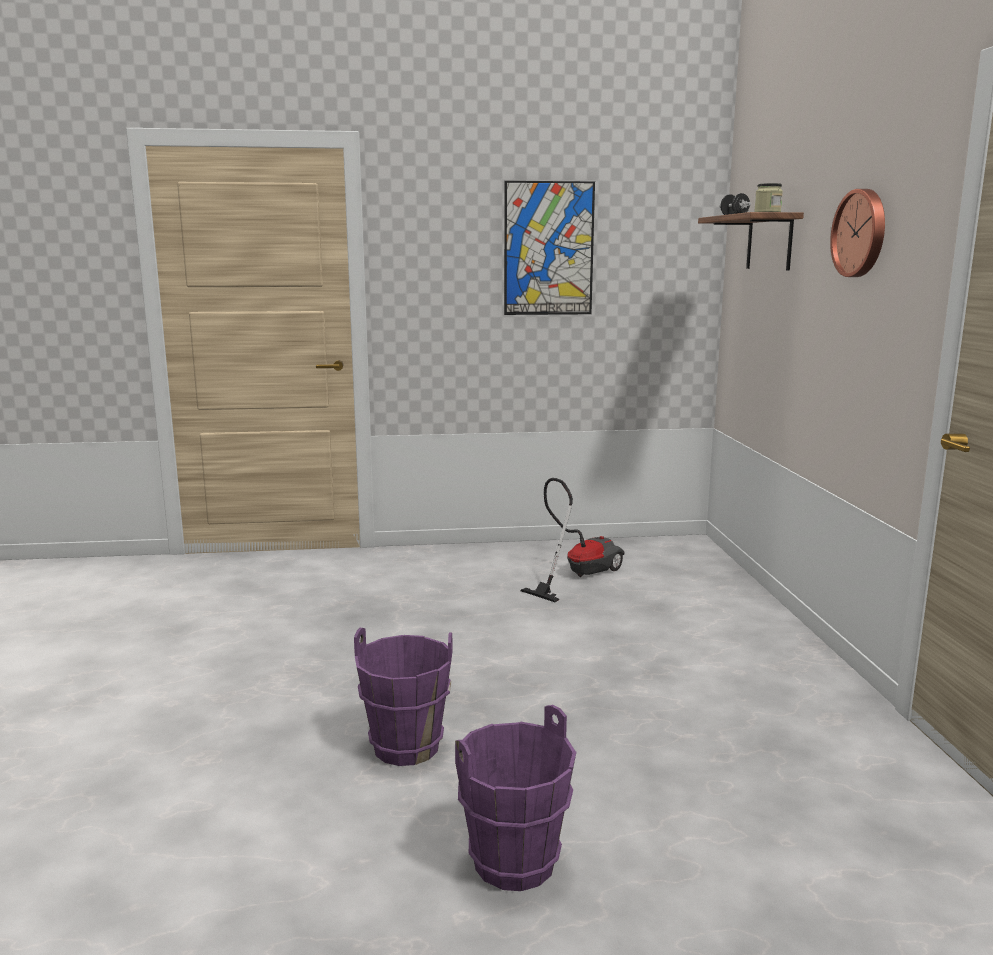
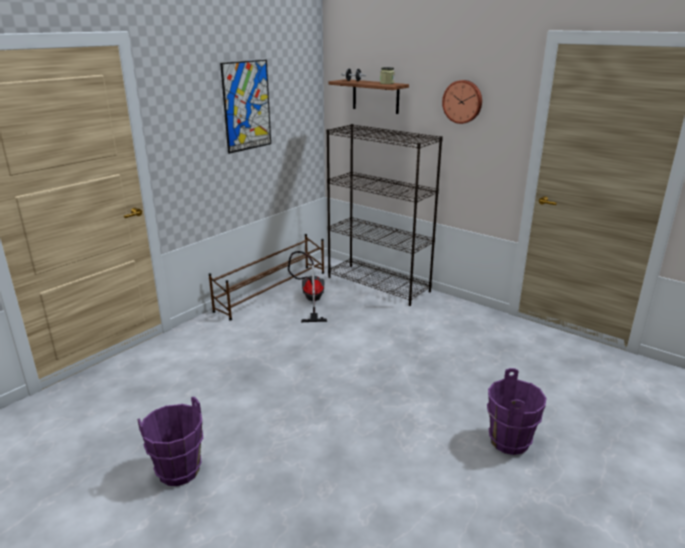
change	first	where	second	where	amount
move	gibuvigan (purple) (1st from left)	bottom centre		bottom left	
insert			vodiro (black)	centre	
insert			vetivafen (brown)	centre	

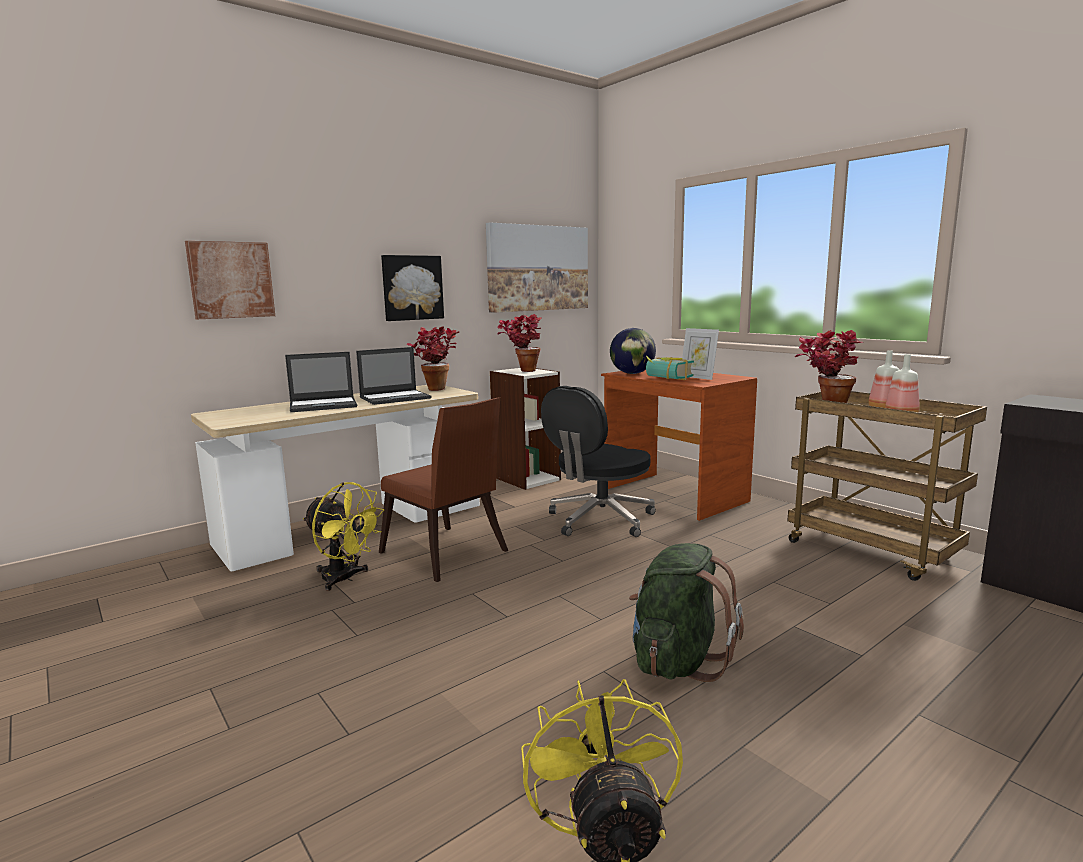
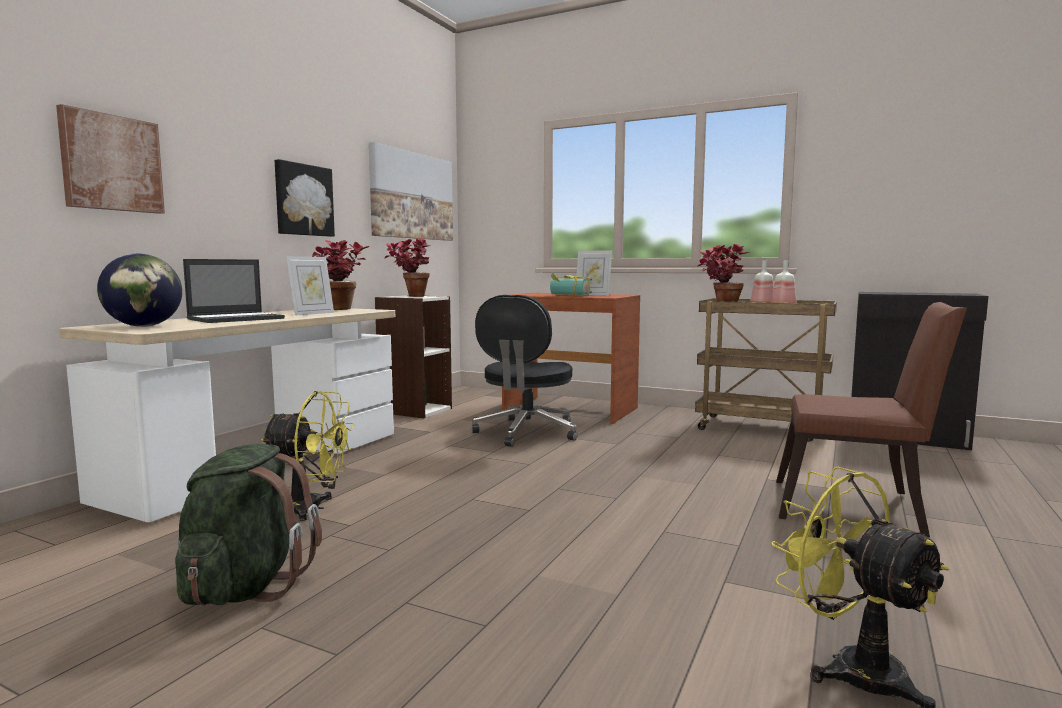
change	first	where	second	where	amount
move	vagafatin	centre		middle left	
replace	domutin (2nd from left)	centre	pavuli (1st from left)	middle left	
move	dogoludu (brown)	centre		middle right	
move	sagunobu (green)	bottom centre		bottom left	

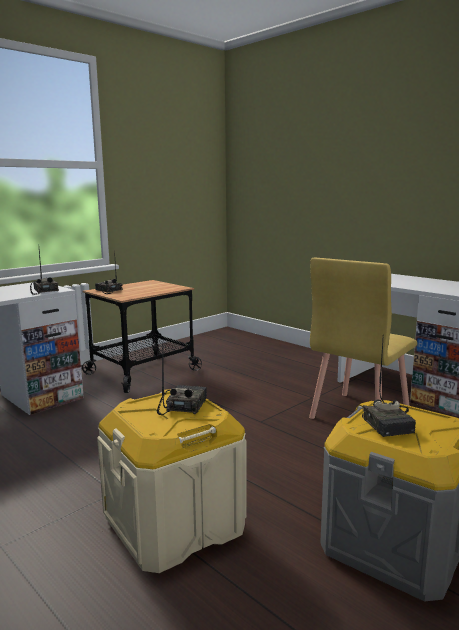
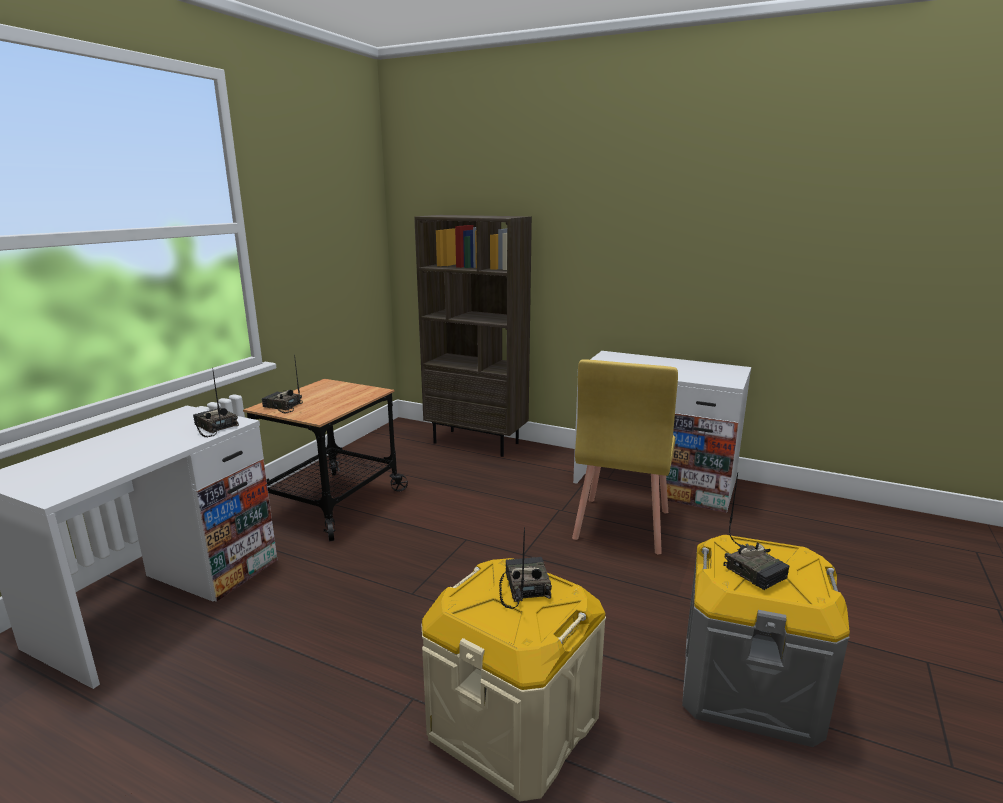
change	first	where	second	where	amount
insert			vodiro (brown)	centre	

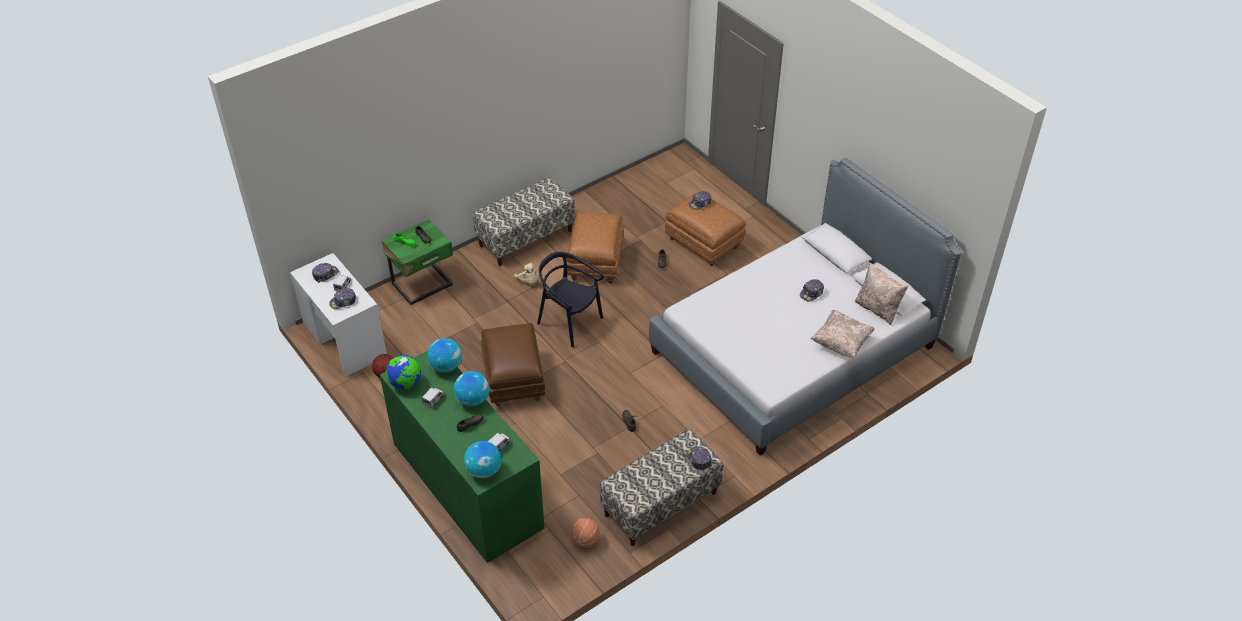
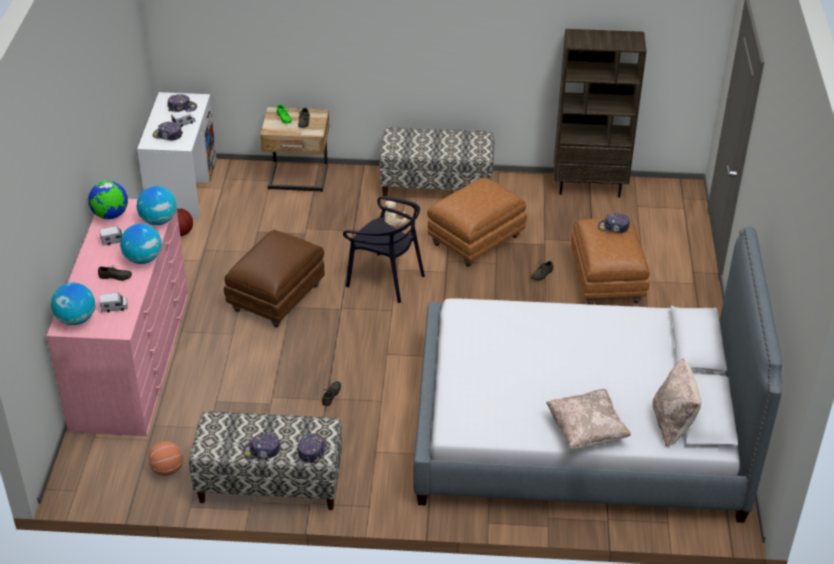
change	first	where	second	where	amount
recolor	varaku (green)	centre	varaku (beige)	top centre	
rotate	dogoludu (black)	centre		centre	135 degrees clockwise
move	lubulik (5th from left in the first image)	centre	lubulik (3rd from left)	bottom left	
recolor	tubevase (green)	bottom centre	tubevase (pink)	middle left	
insert			vodiro (brown)	top right	

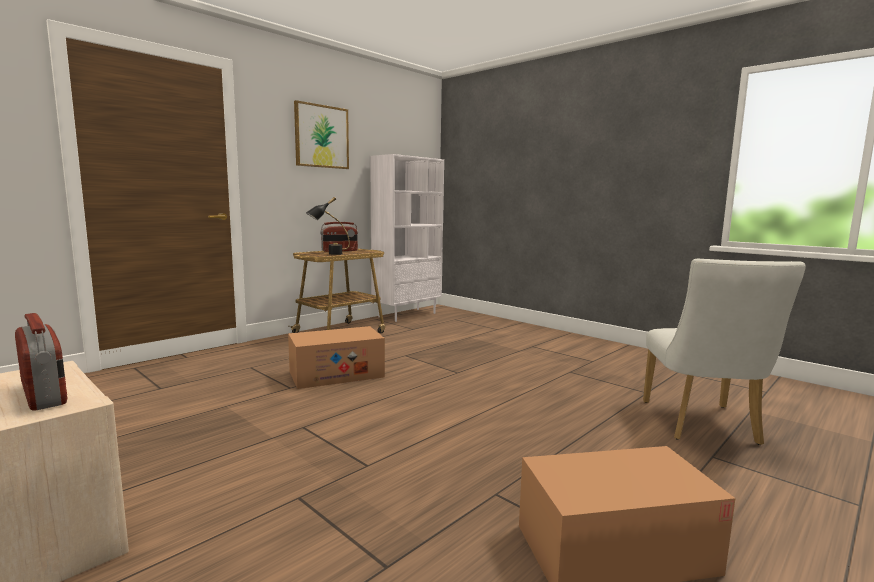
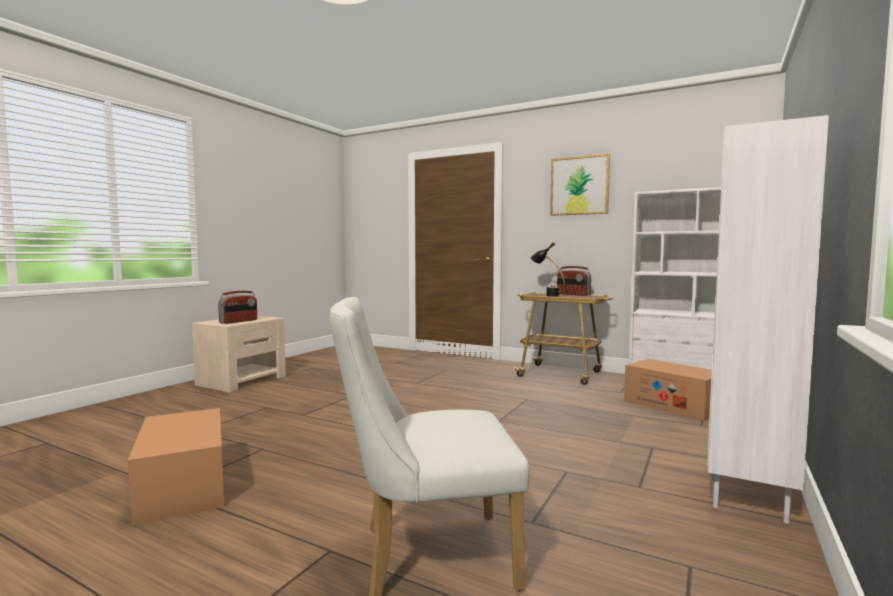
change	first	where	second	where	amount
move	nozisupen (1st from left in the first image)	centre	nozisupen (2nd from left)	middle right	
insert			vodiro (white) (2nd from left)	middle right	

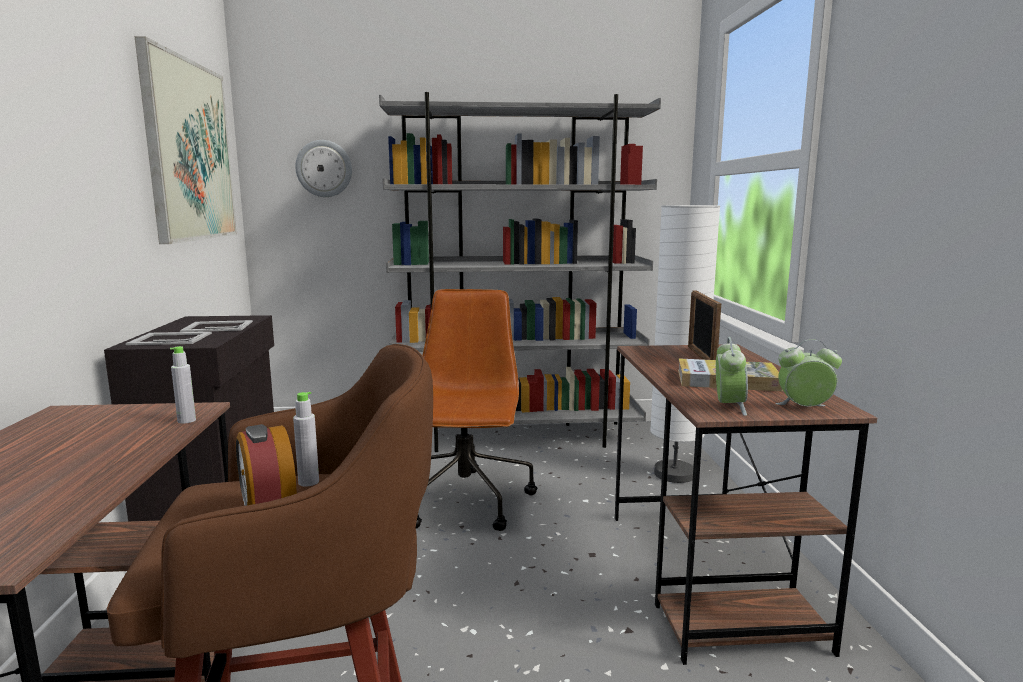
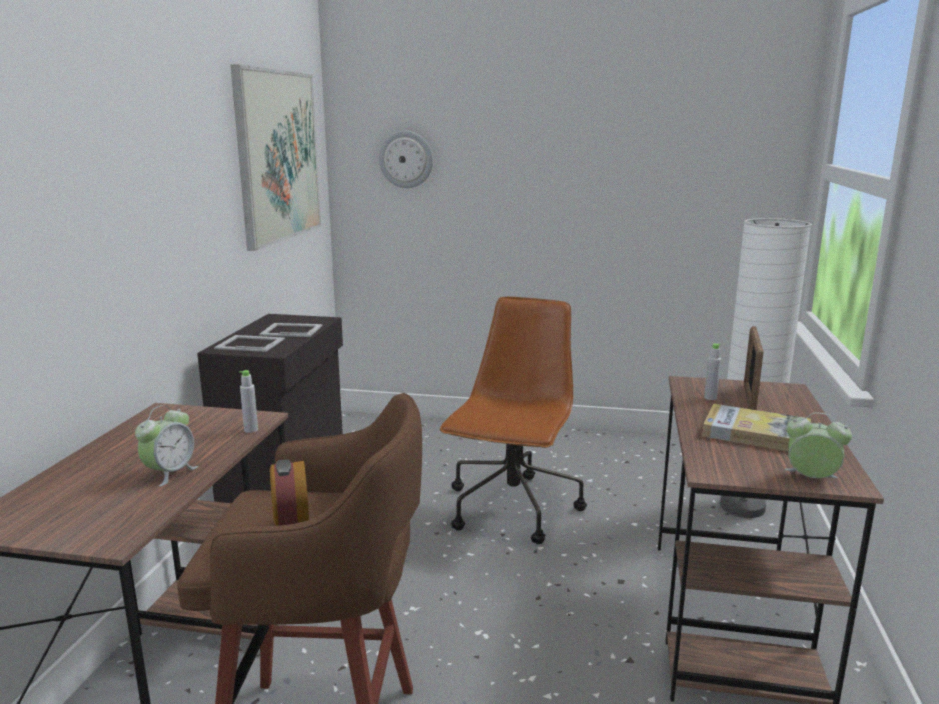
change	first	where	second	where	amount
delete	vodiro (grey)	centre			
move	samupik (2nd from left in the first image)	middle right	samupik (1st from left)	middle left	
move	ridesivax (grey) (2nd from left)	middle left		middle right	

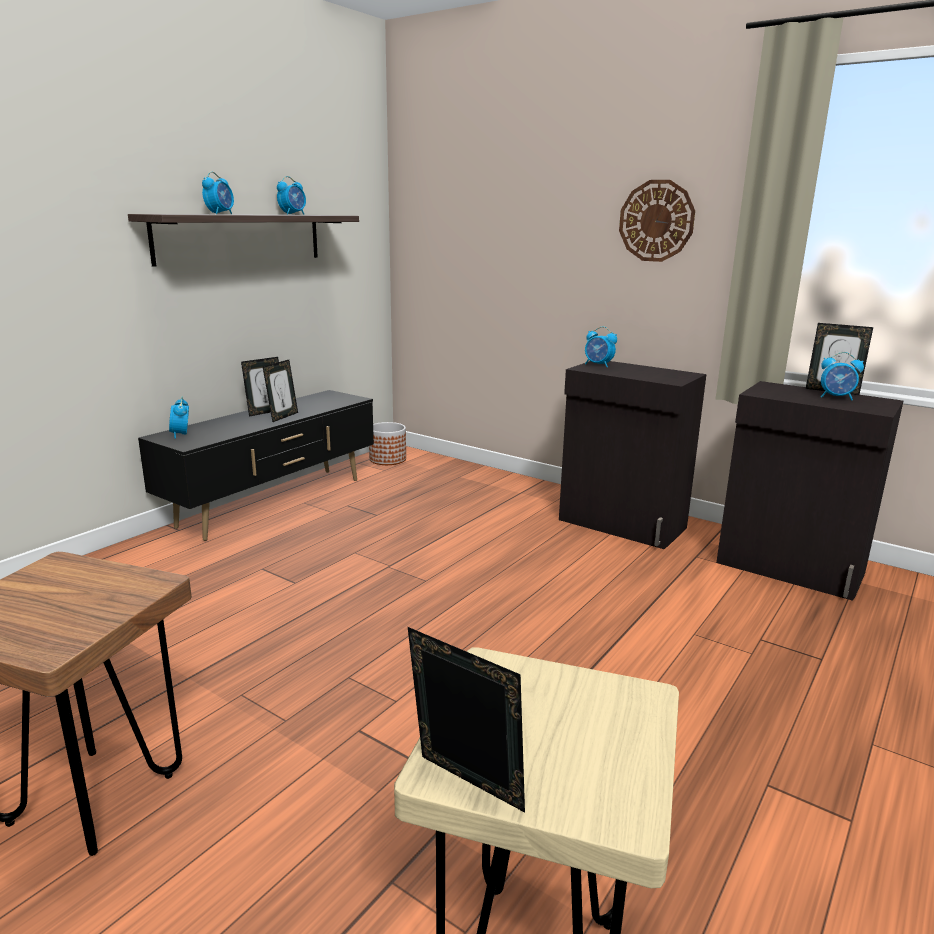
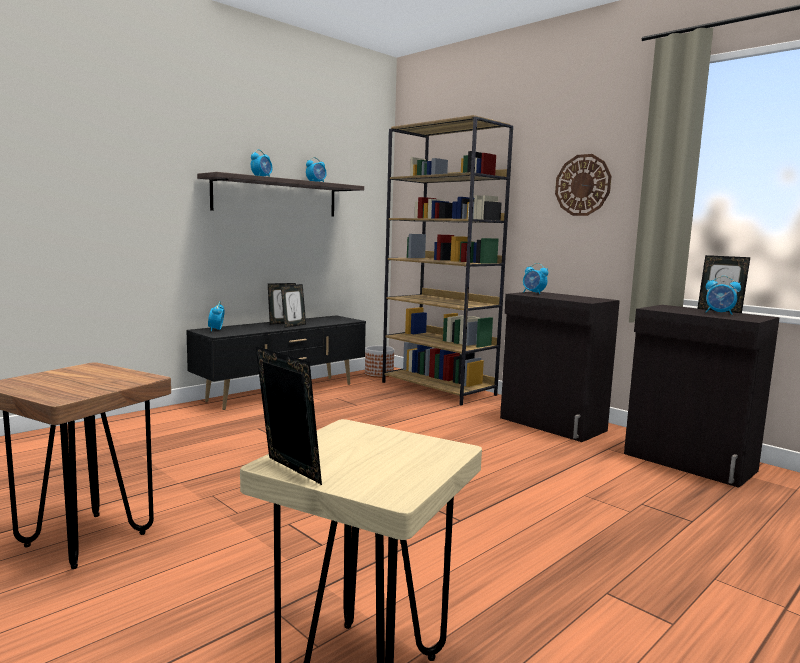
change	first	where	second	where	amount
insert			vodiro (brown)	centre	

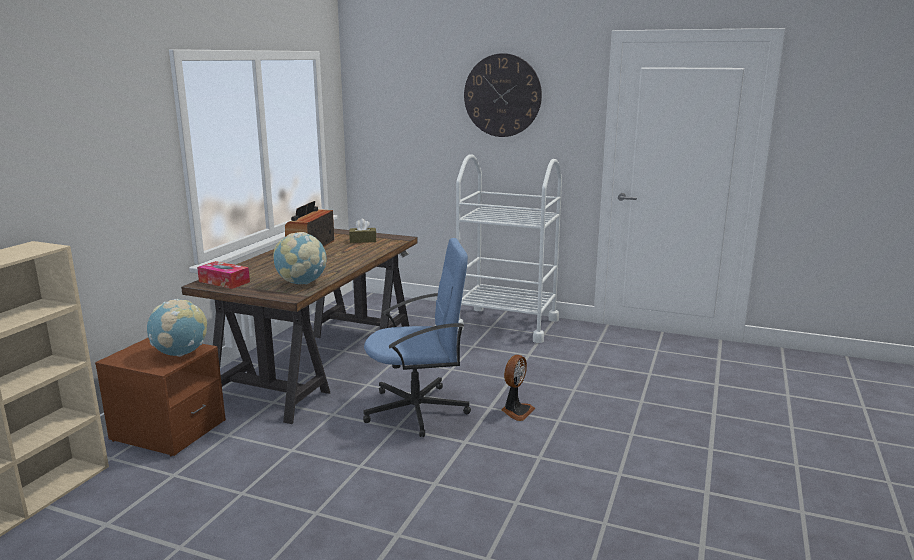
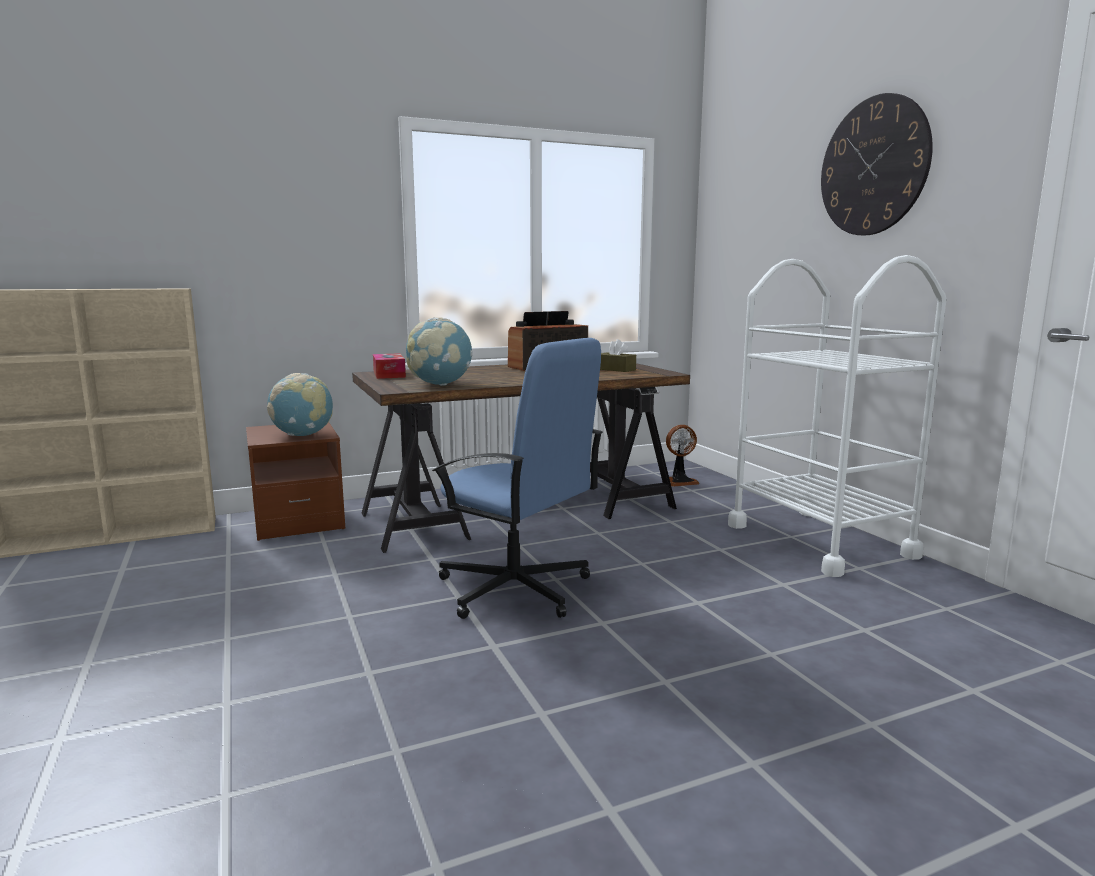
change	first	where	second	where	amount
move	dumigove	bottom centre		centre	

